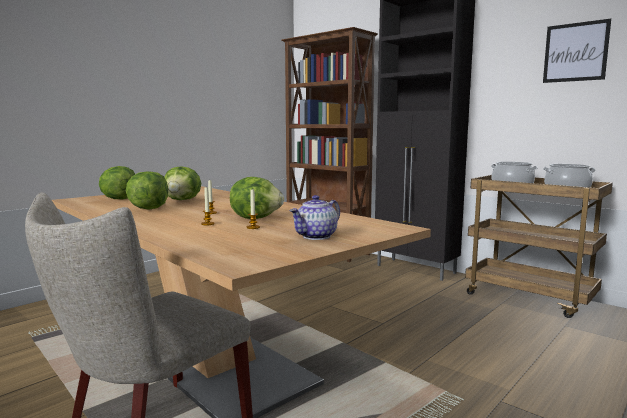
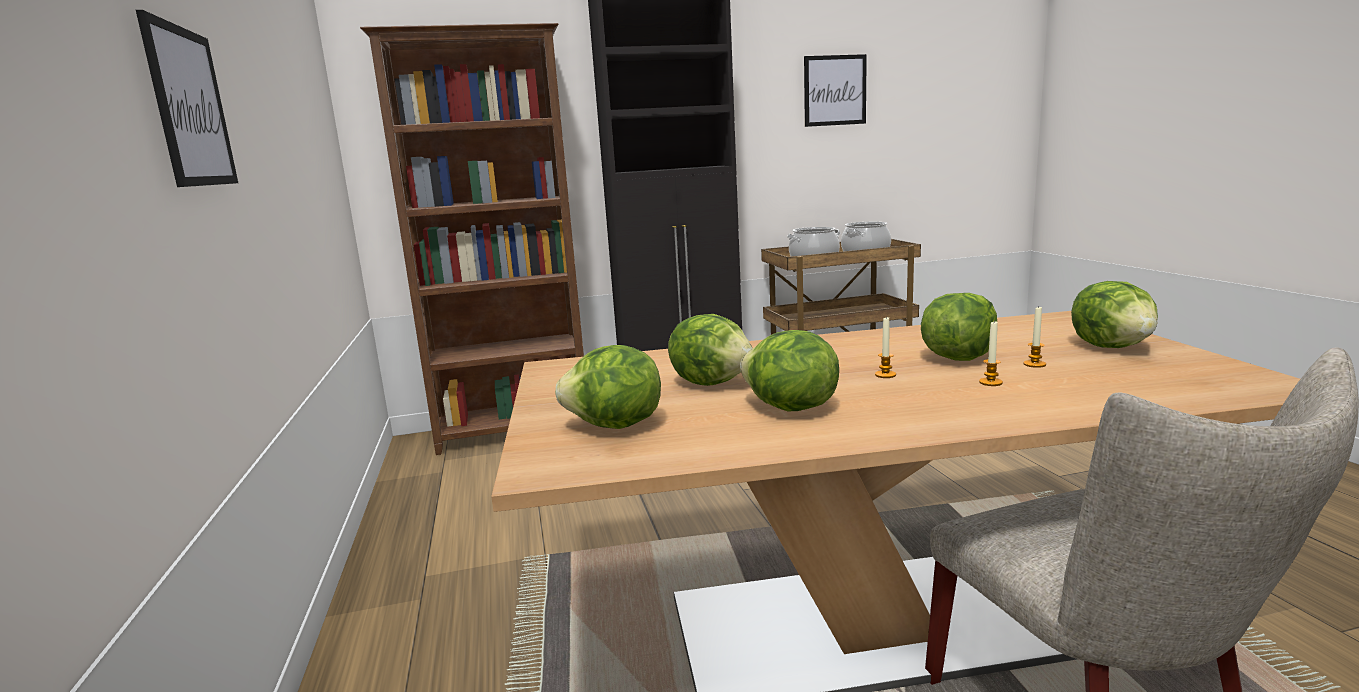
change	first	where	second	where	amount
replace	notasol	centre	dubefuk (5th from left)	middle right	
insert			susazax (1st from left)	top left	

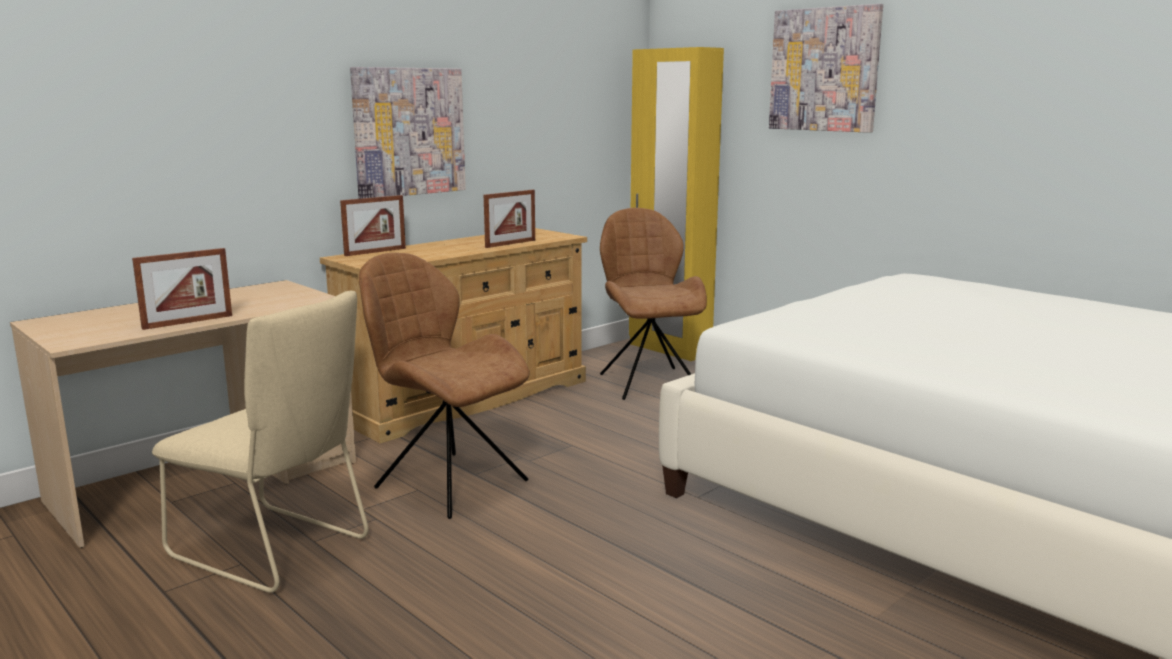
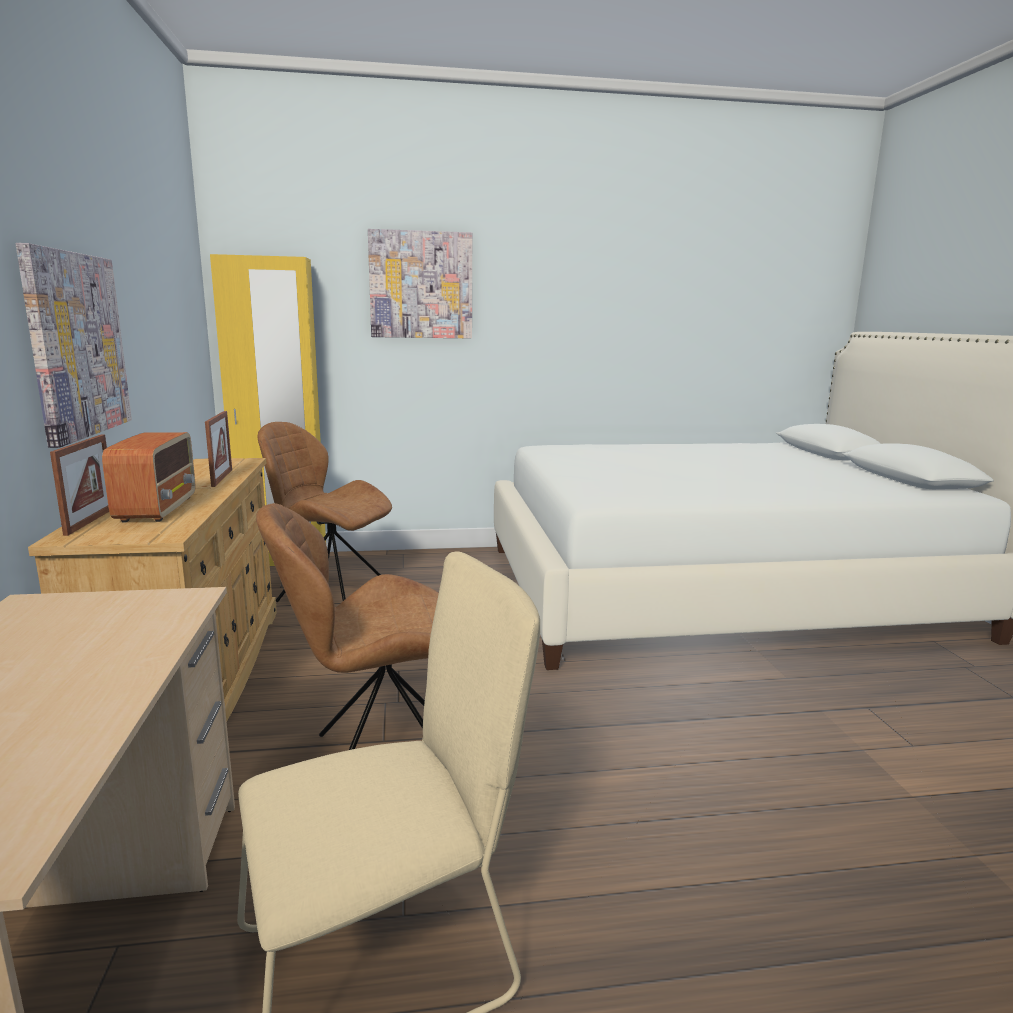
change	first	where	second	where	amount
delete	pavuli (1st from left)	middle left			
insert			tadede	middle left	

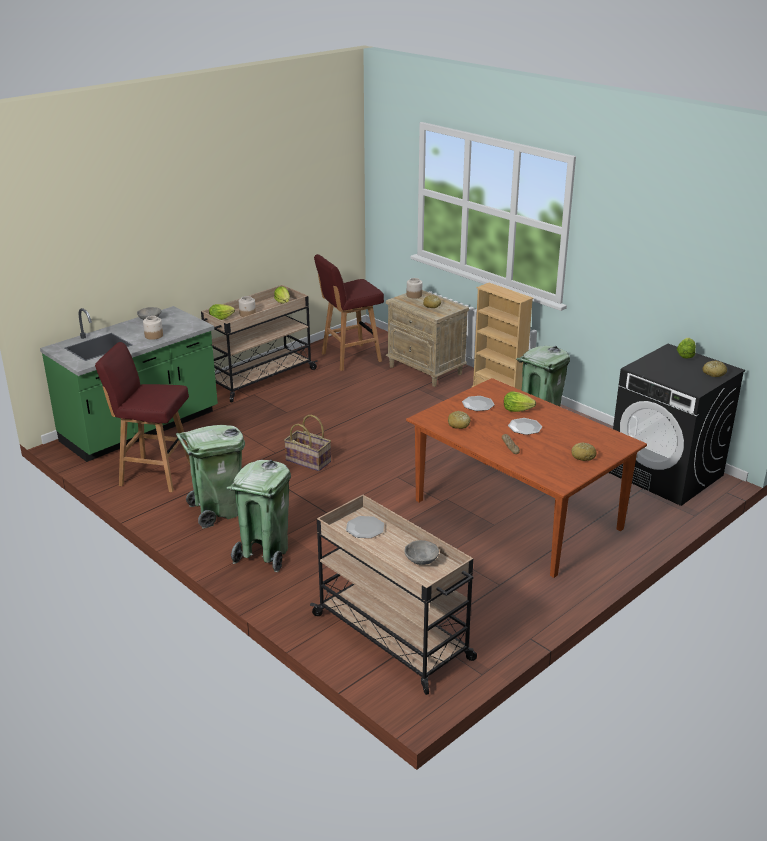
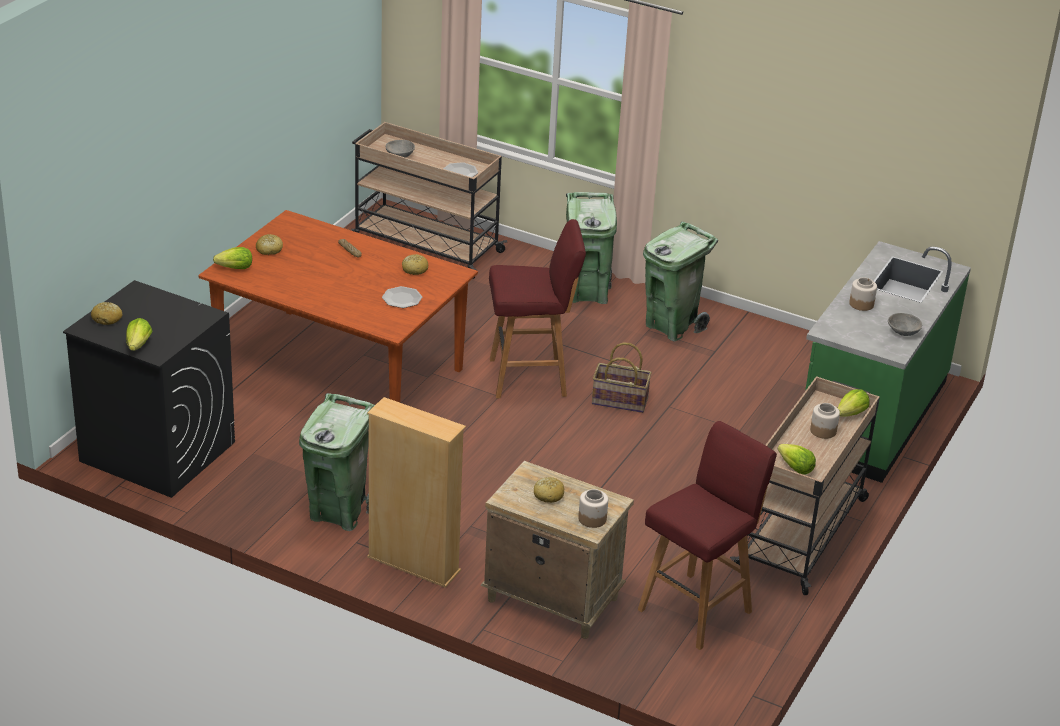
change	first	where	second	where	amount
move	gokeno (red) (1st from left)	middle left		centre	
move	dubefuk (3rd from left in the first image)	middle right	dubefuk (2nd from left)	middle left	
delete	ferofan (3rd from left)	middle right			

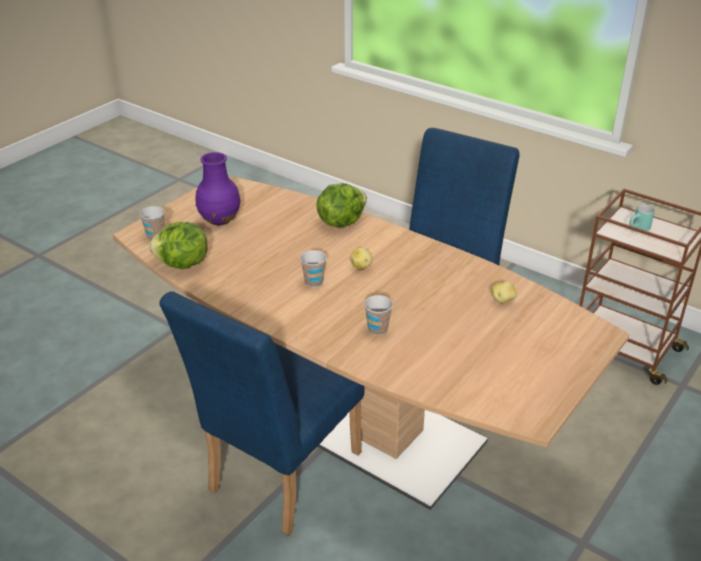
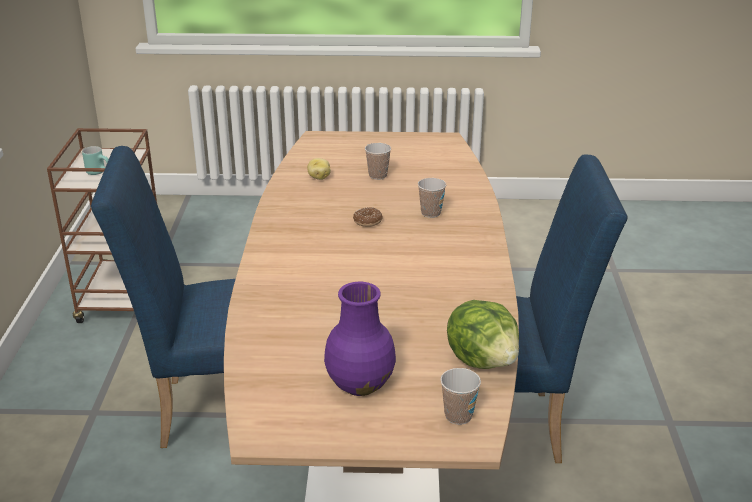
change	first	where	second	where	amount
delete	dubefuk (2nd from left)	centre			
delete	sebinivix (1st from left)	centre			
move	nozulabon (2nd from left in the first image)	centre	nozulabon (1st from left)	top centre	
insert			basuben	centre	

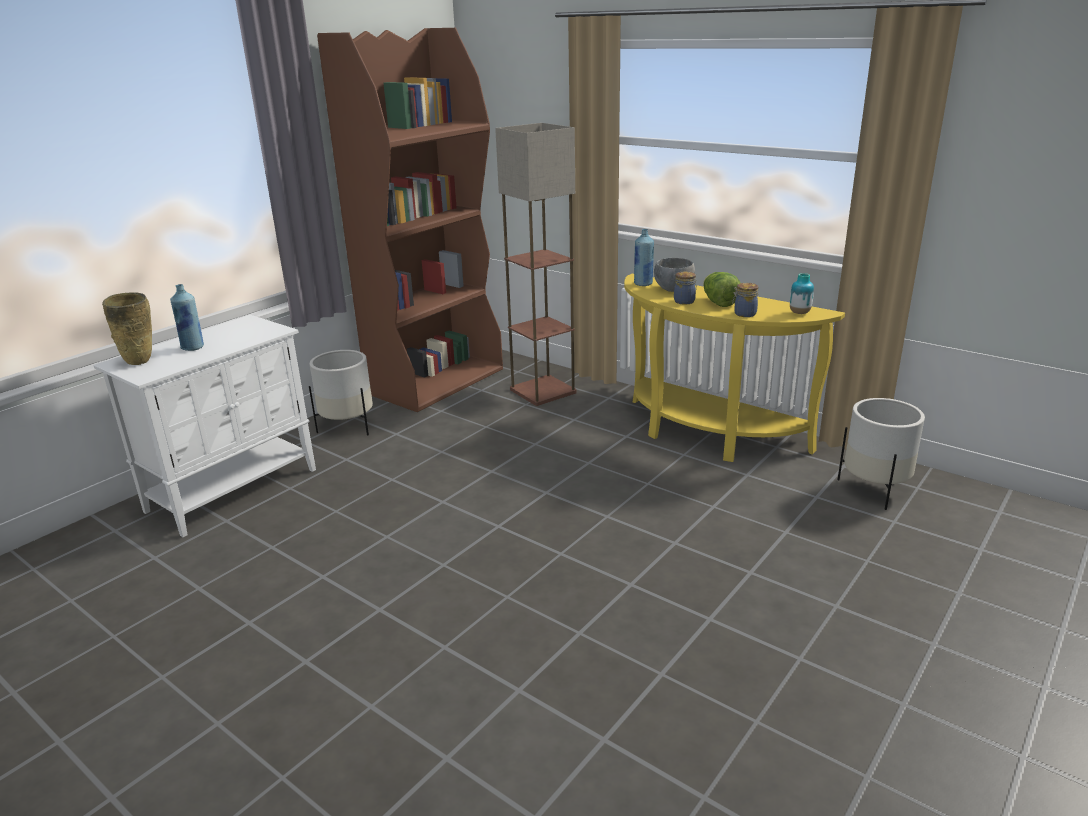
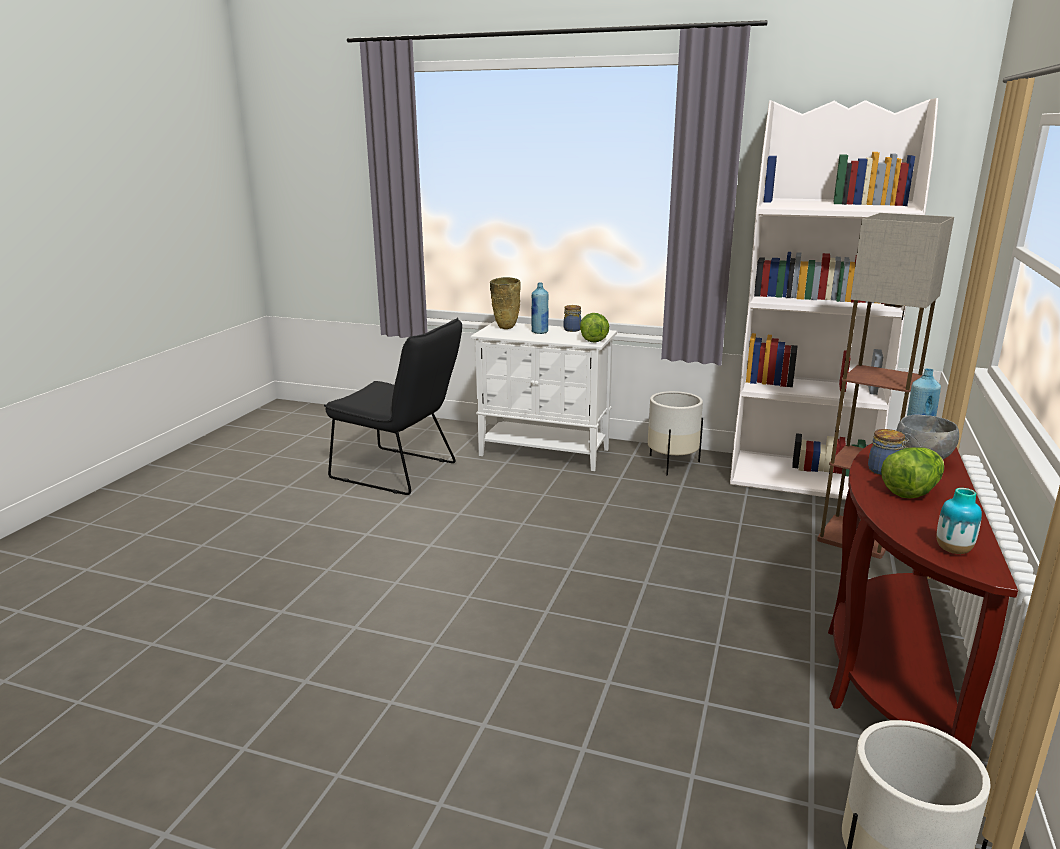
change	first	where	second	where	amount
recolor	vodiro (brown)	top centre	vodiro (white)	middle right	
recolor	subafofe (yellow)	middle right	subafofe (brown)	bottom right	
move	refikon (2nd from left in the first image)	middle right	refikon (1st from left)	centre	
insert			dubefuk (1st from left)	centre	
insert			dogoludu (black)	centre	

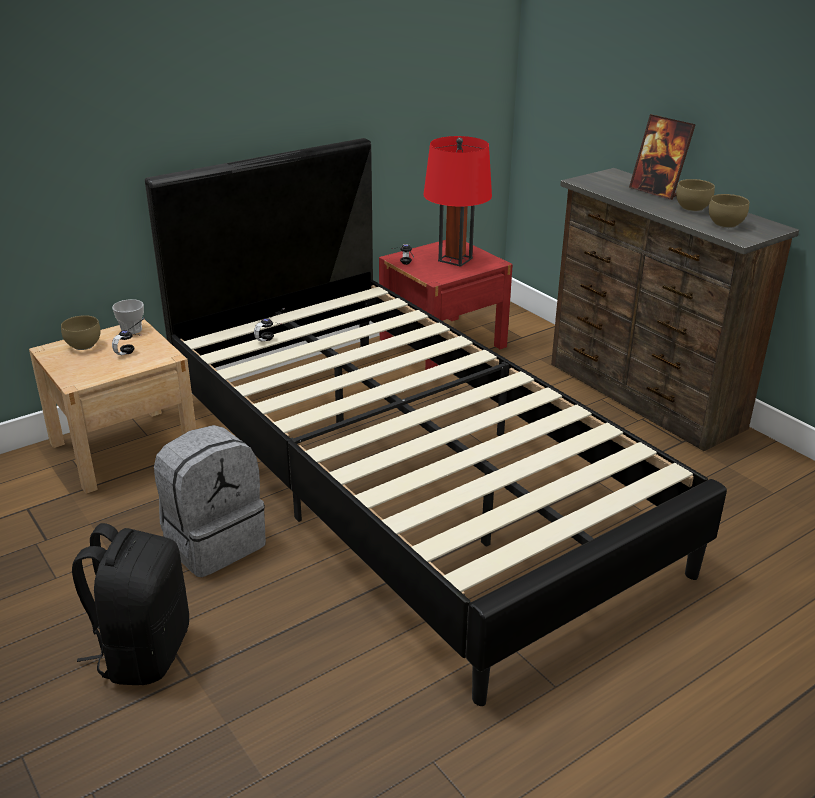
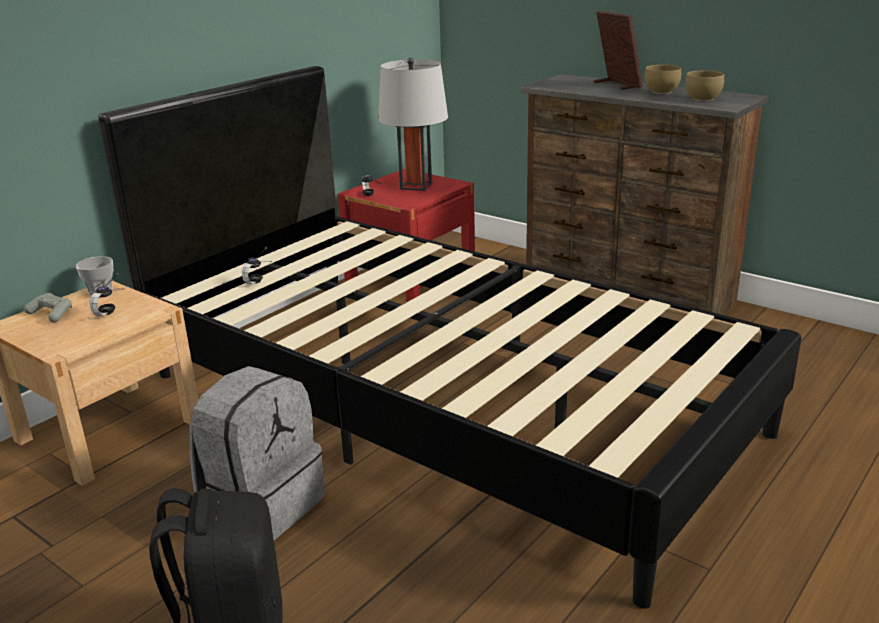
change	first	where	second	where	amount
rotate	pavuli	top right		top right	150 degrees counterclockwise
recolor	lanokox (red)	top centre	lanokox (grey)	top centre	
replace	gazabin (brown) (1st from left)	middle left	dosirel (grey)	middle left	

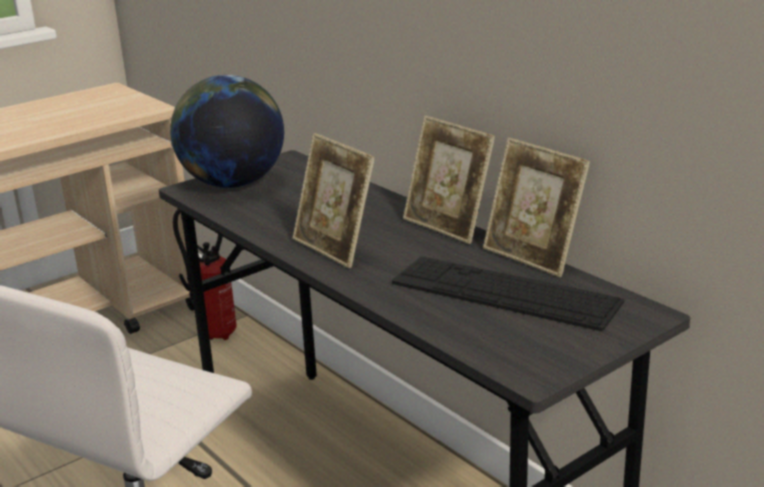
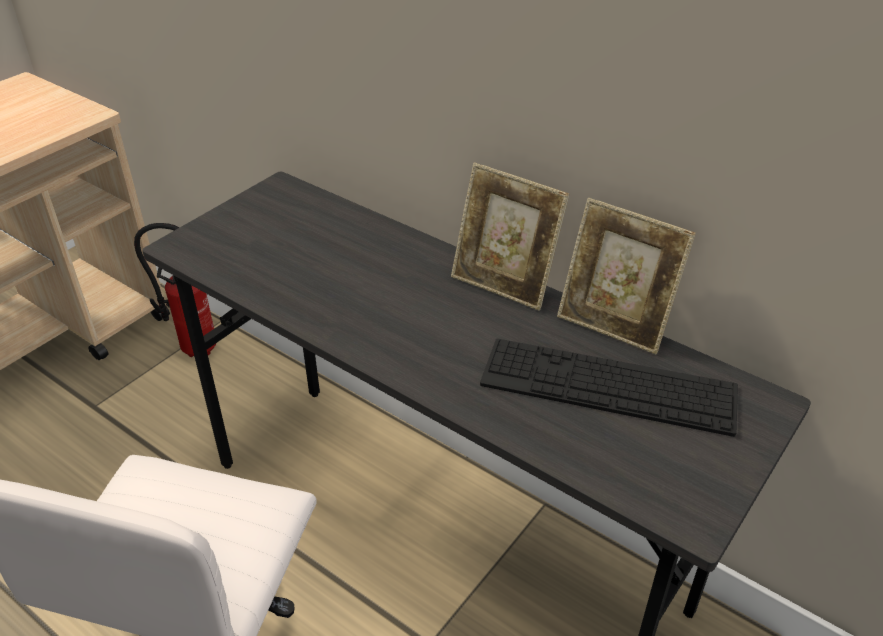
change	first	where	second	where	amount
delete	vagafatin	top left			
delete	pavuli (1st from left)	centre			

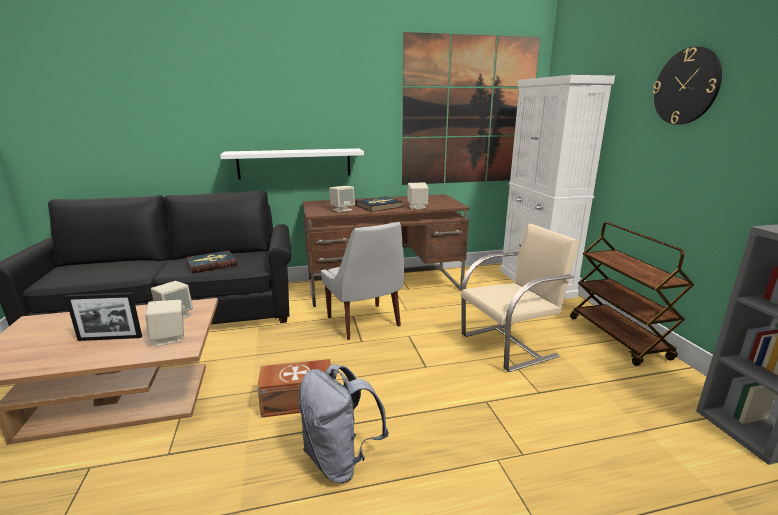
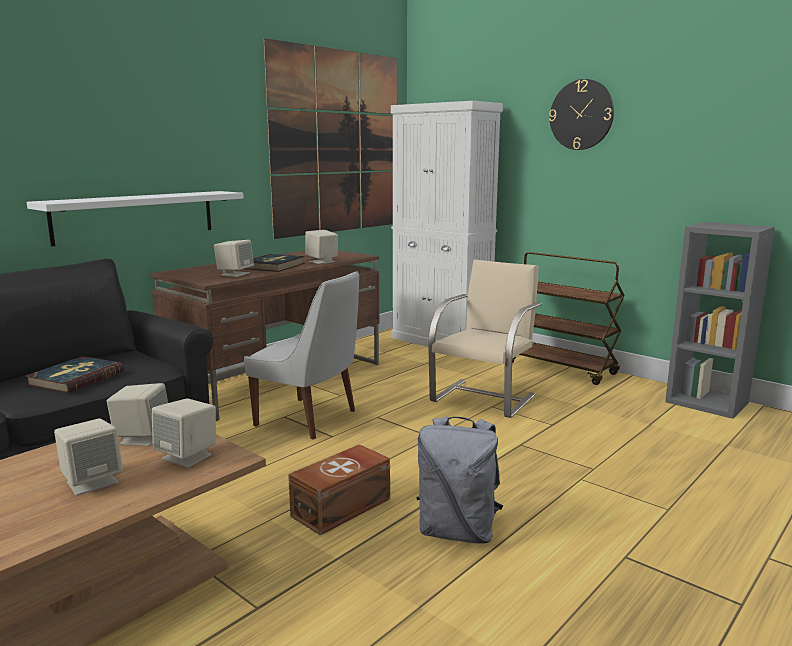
change	first	where	second	where	amount
replace	pavuli	middle left	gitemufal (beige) (1st from left)	bottom left	

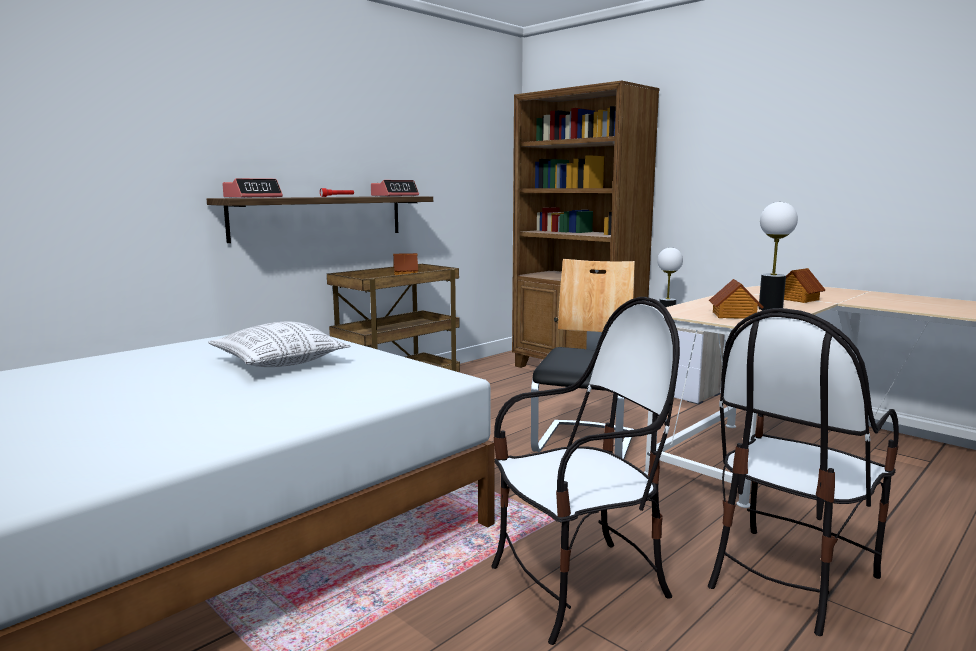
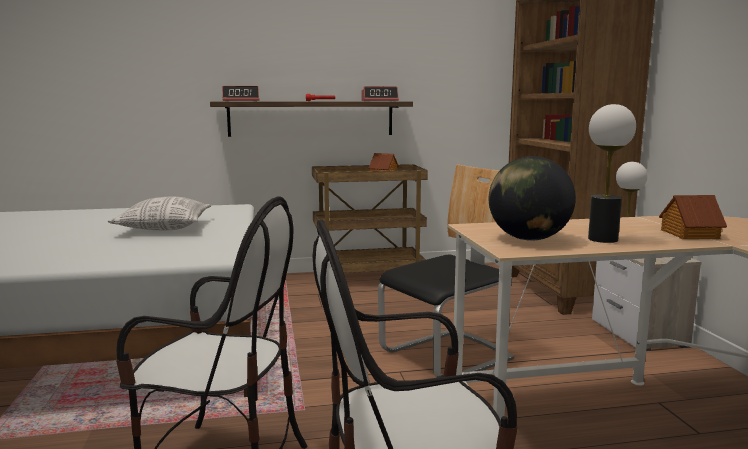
change	first	where	second	where	amount
replace	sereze (2nd from left)	middle right	vagafatin	middle right	

